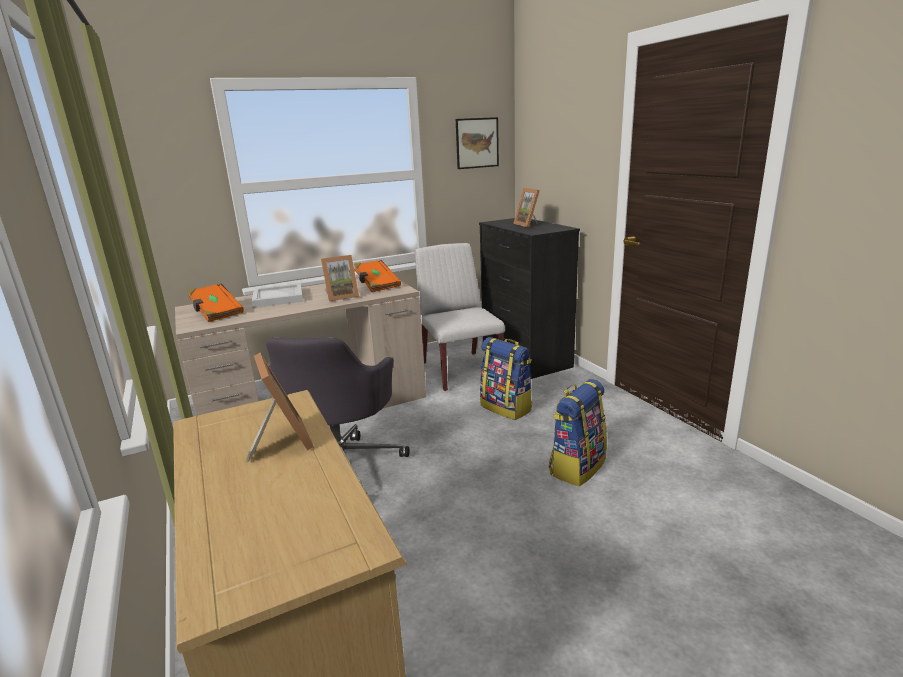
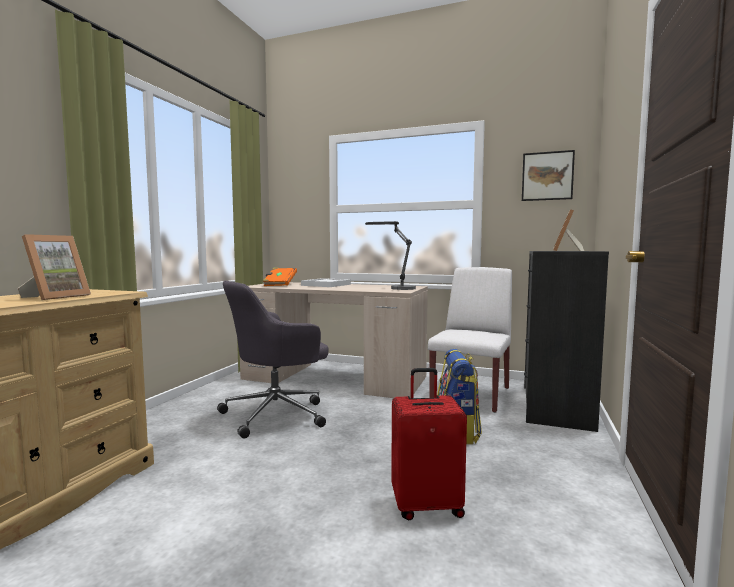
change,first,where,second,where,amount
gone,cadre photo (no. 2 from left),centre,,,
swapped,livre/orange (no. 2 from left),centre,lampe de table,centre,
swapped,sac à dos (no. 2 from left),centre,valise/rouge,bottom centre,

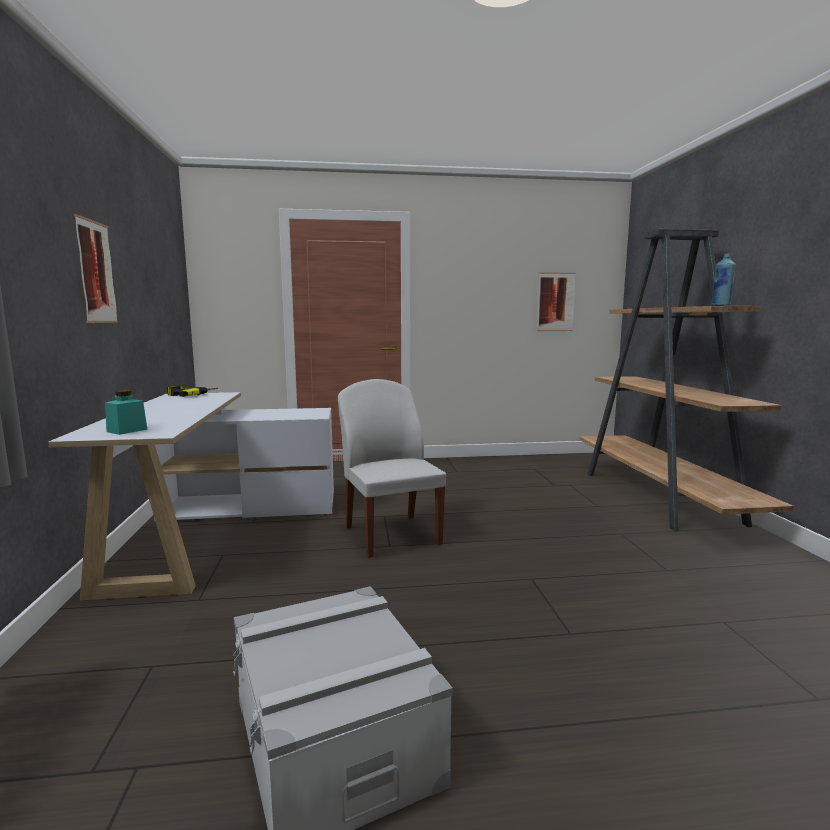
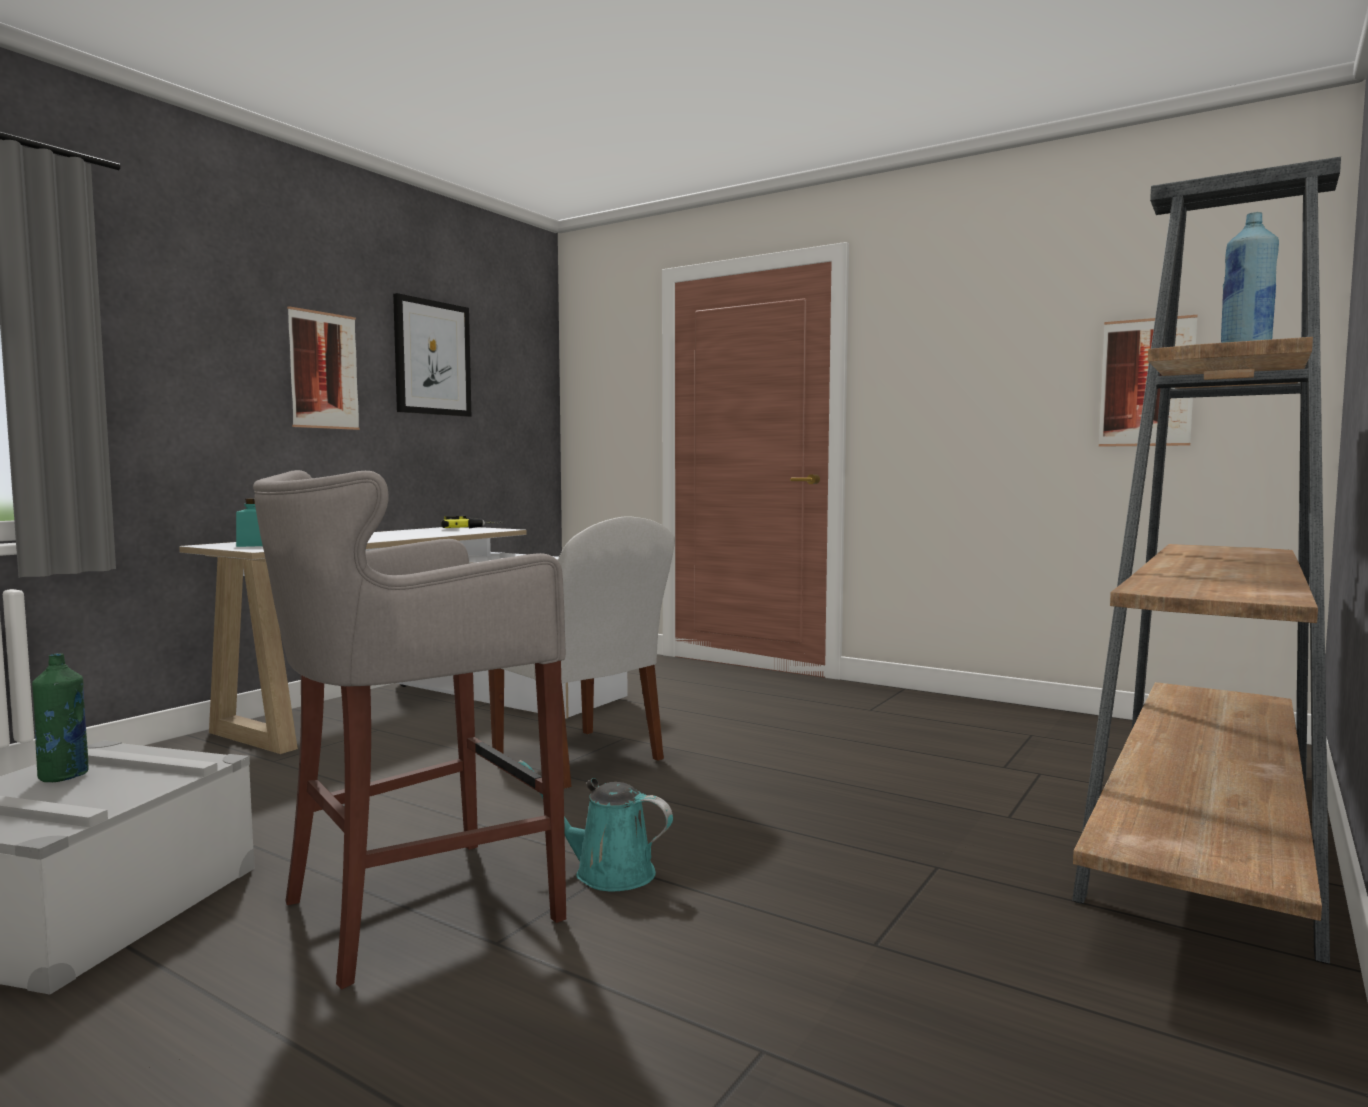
change,first,where,second,where,amount
rotated,chaise/blanc,centre,,centre,120 degrees clockwise
new,,,bouteille/vert,middle left,
new,,,tabouret/gris,middle left,
new,,,tableau (no. 2 from left),top left,
new,,,arrosoir/turquoise,bottom centre,

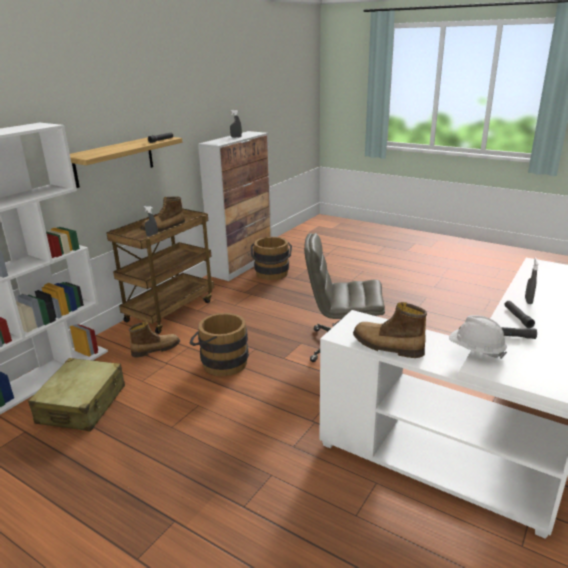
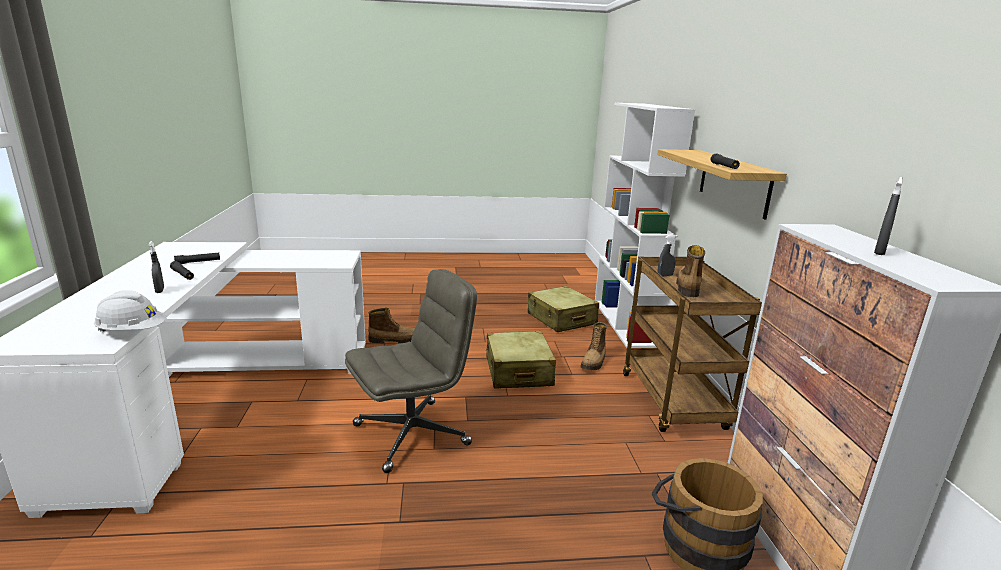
change,first,where,second,where,amount
swapped,seau/marron (no. 1 from left),centre,valise/beige (no. 1 from left),centre,
shifted,botte (no. 3 from left in the first image),middle right,botte (no. 1 from left),centre,
shifted,casque de chantier/blanc,middle right,,middle left,

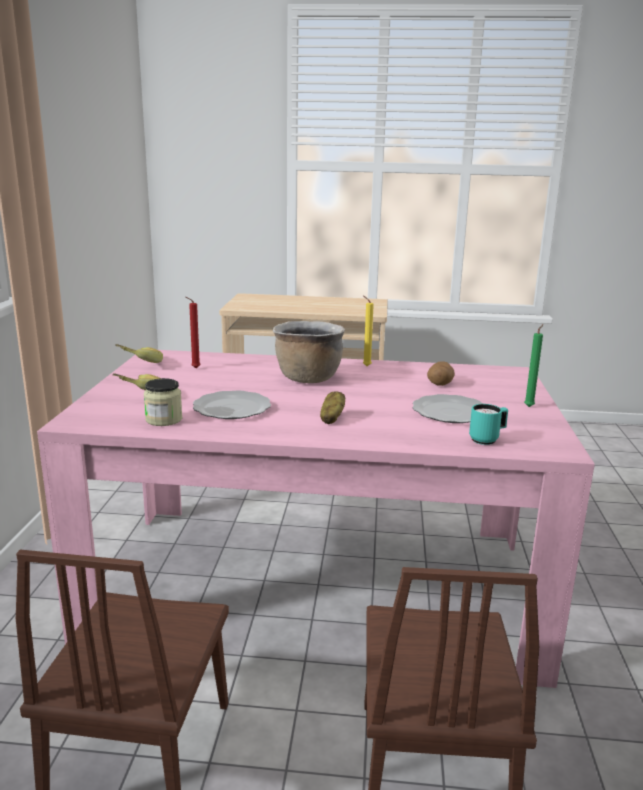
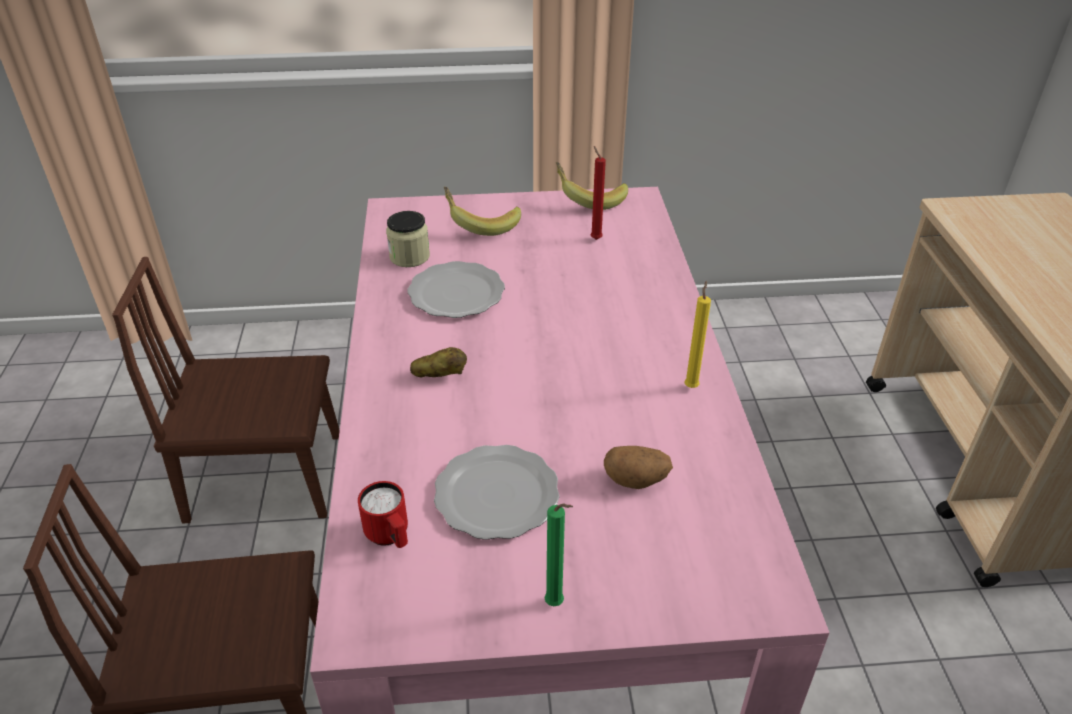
change,first,where,second,where,amount
gone,marmite/marron,centre,,,
repainted,mug/turquoise,middle right,mug/rouge,bottom centre,

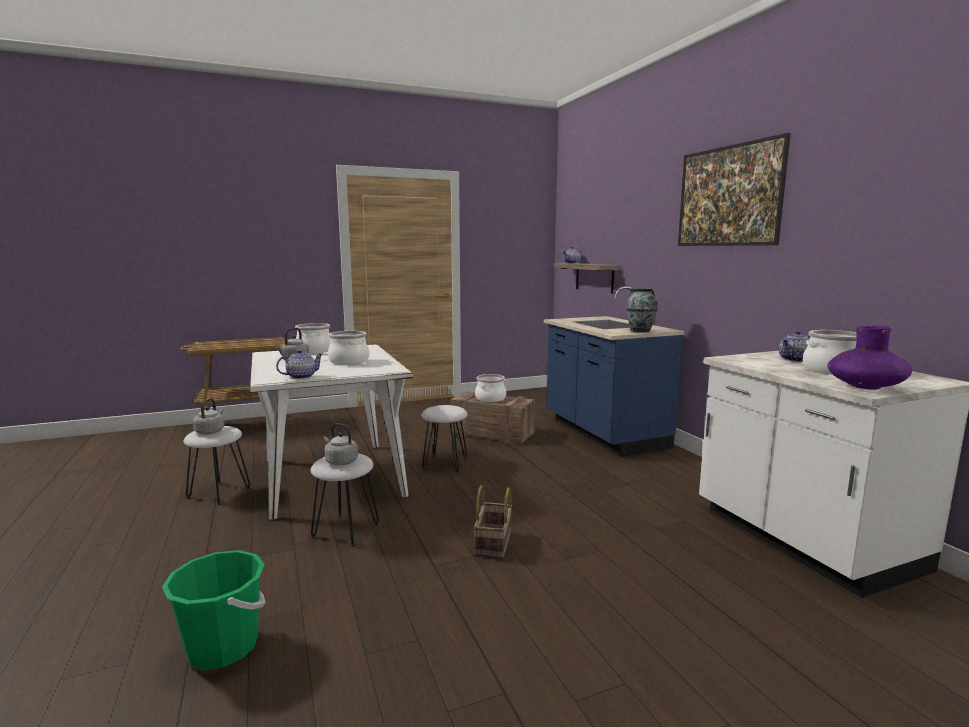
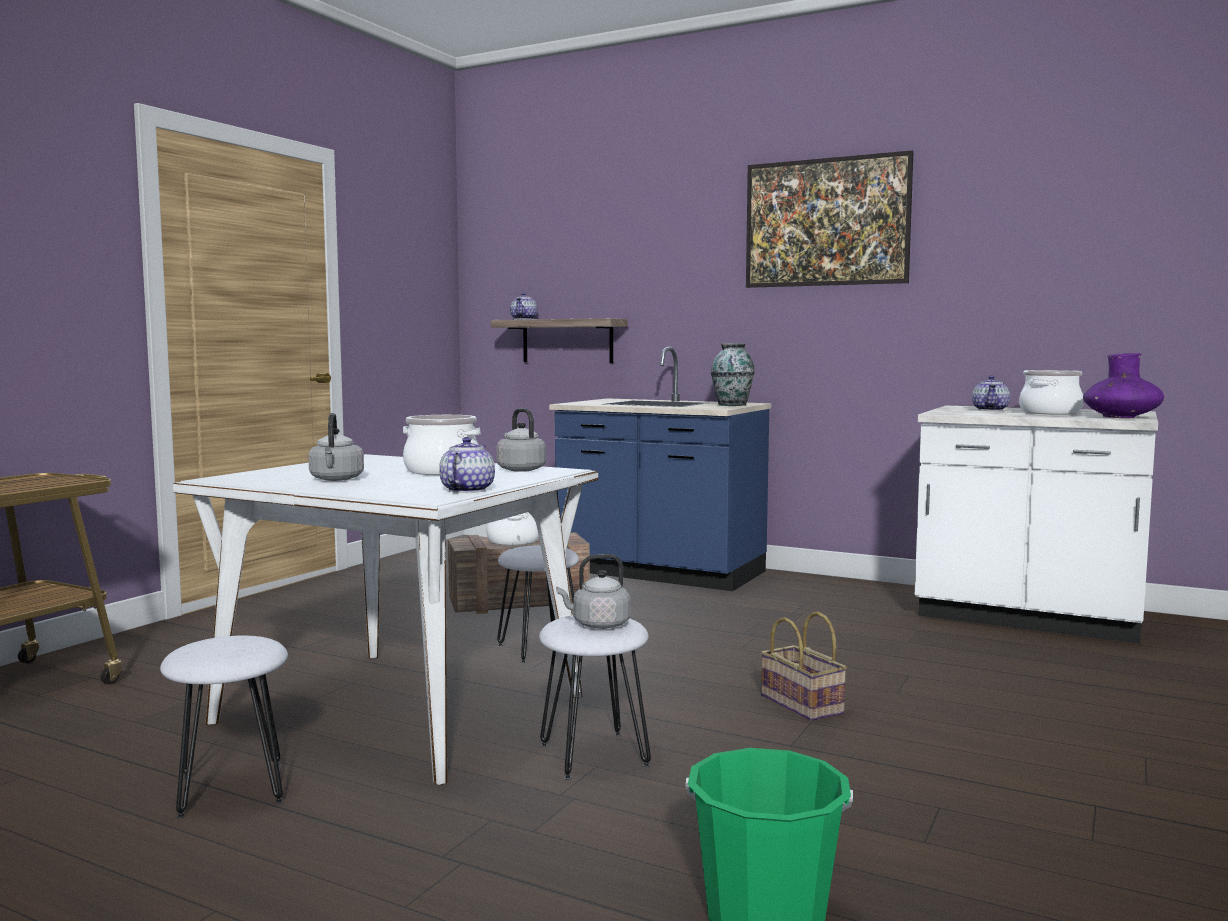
change,first,where,second,where,amount
shifted,bouilloire/gris (no. 1 from left in the first image),middle left,bouilloire/gris (no. 2 from left),centre,
gone,marmite (no. 1 from left),middle left,,,

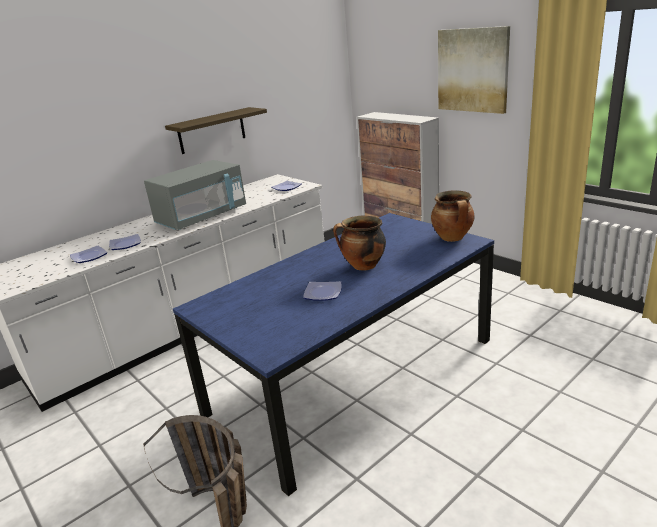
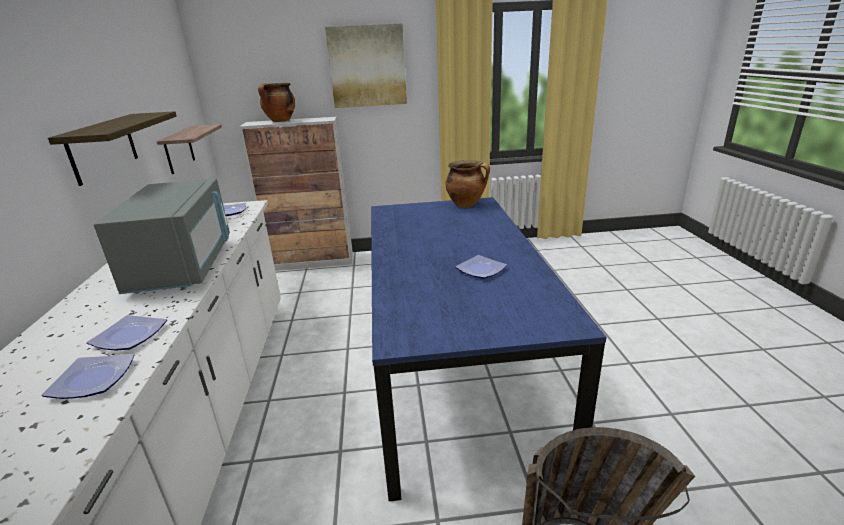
change,first,where,second,where,amount
shifted,marmite (no. 1 from left),centre,,top left,
new,,,étagère (no. 2 from left),top left,

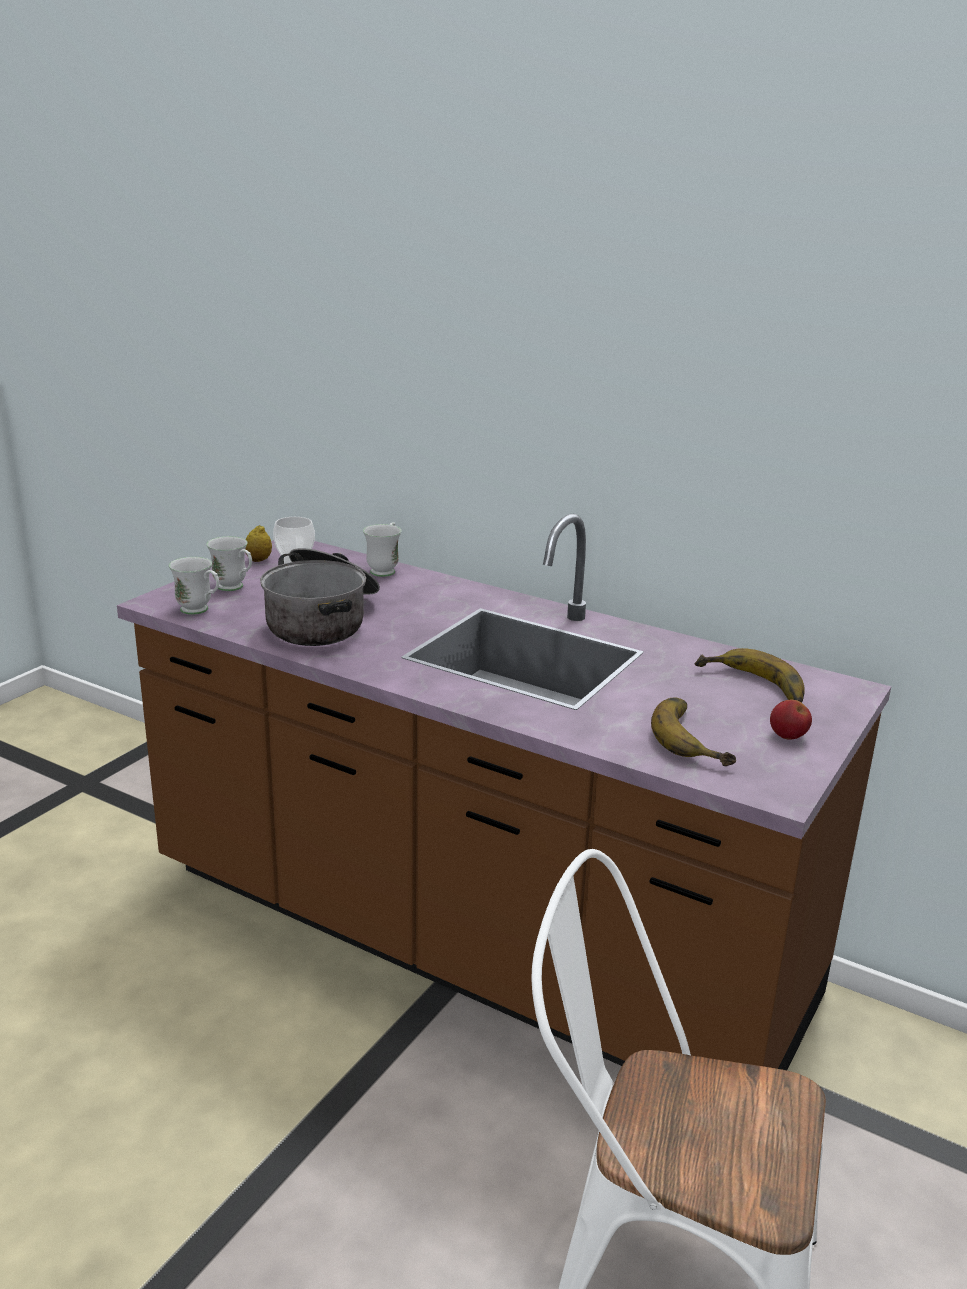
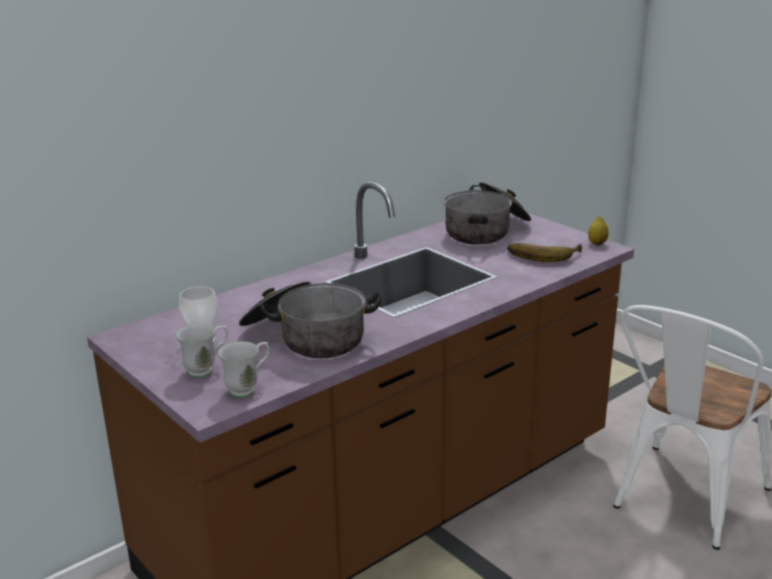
change,first,where,second,where,amount
shifted,citron,middle left,,middle right,
gone,mug/blanc (no. 3 from left),centre,,,
swapped,banane (no. 2 from left),middle right,marmite (no. 2 from left),centre,
gone,pomme,middle right,,,

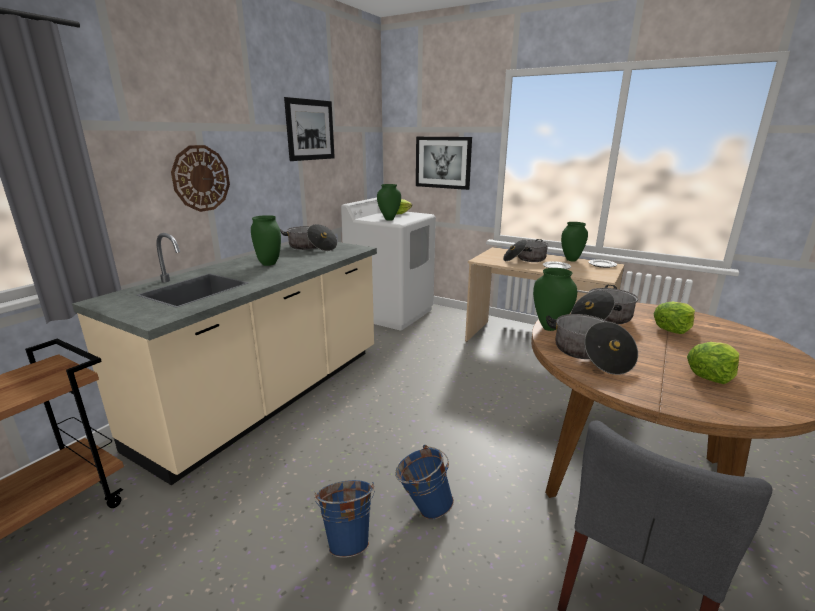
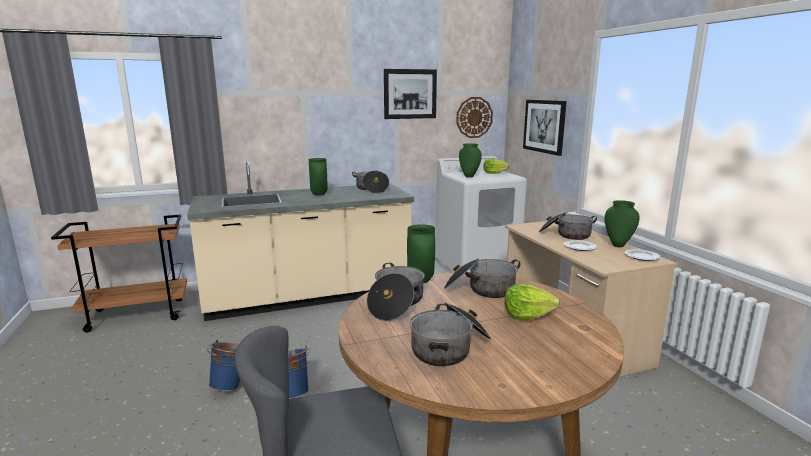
change,first,where,second,where,amount
shifted,horloge murale,top left,,top centre,
swapped,laitue (no. 3 from left),middle right,marmite (no. 3 from left),bottom centre,

